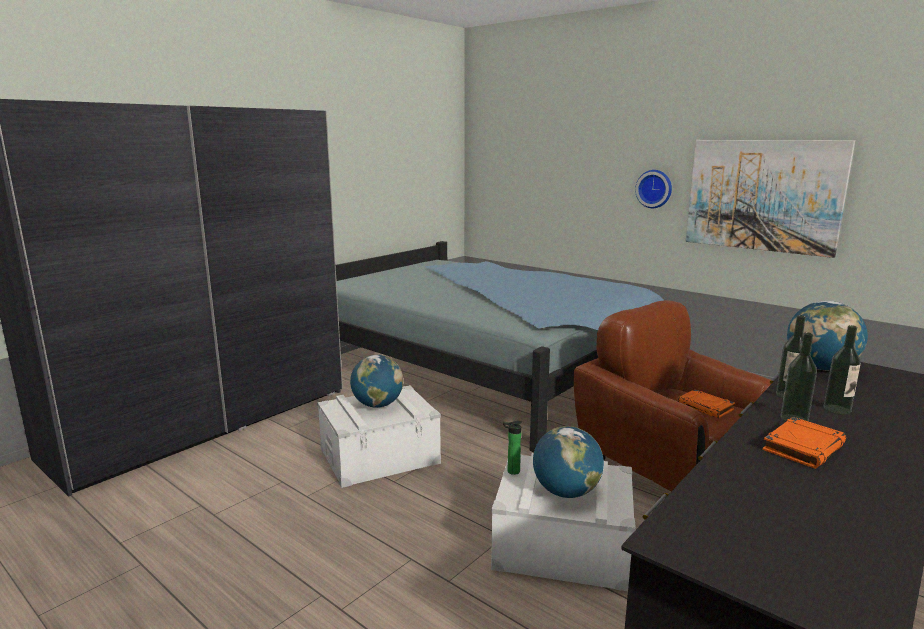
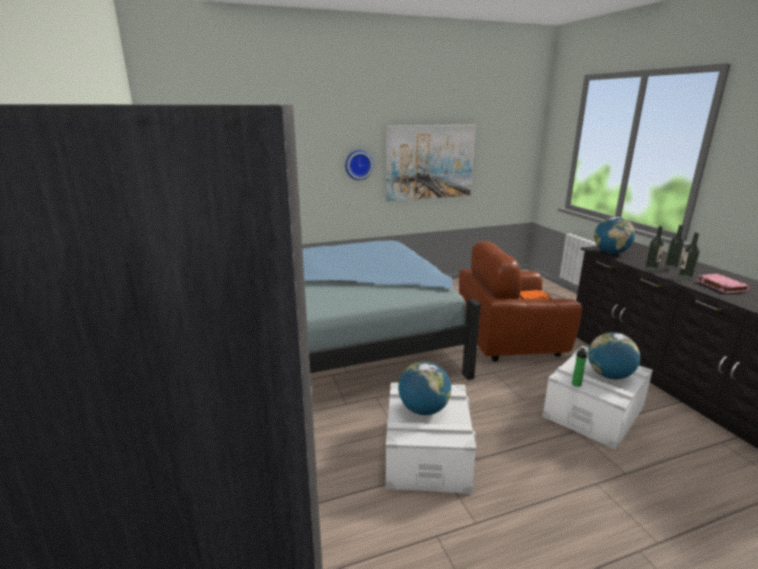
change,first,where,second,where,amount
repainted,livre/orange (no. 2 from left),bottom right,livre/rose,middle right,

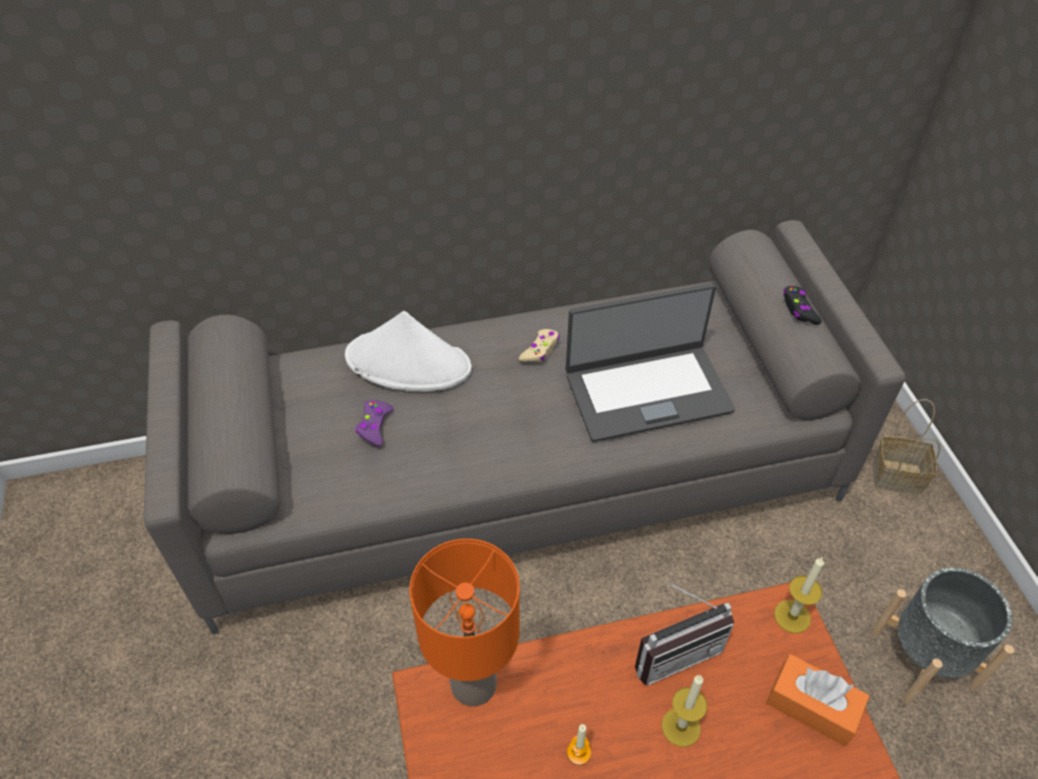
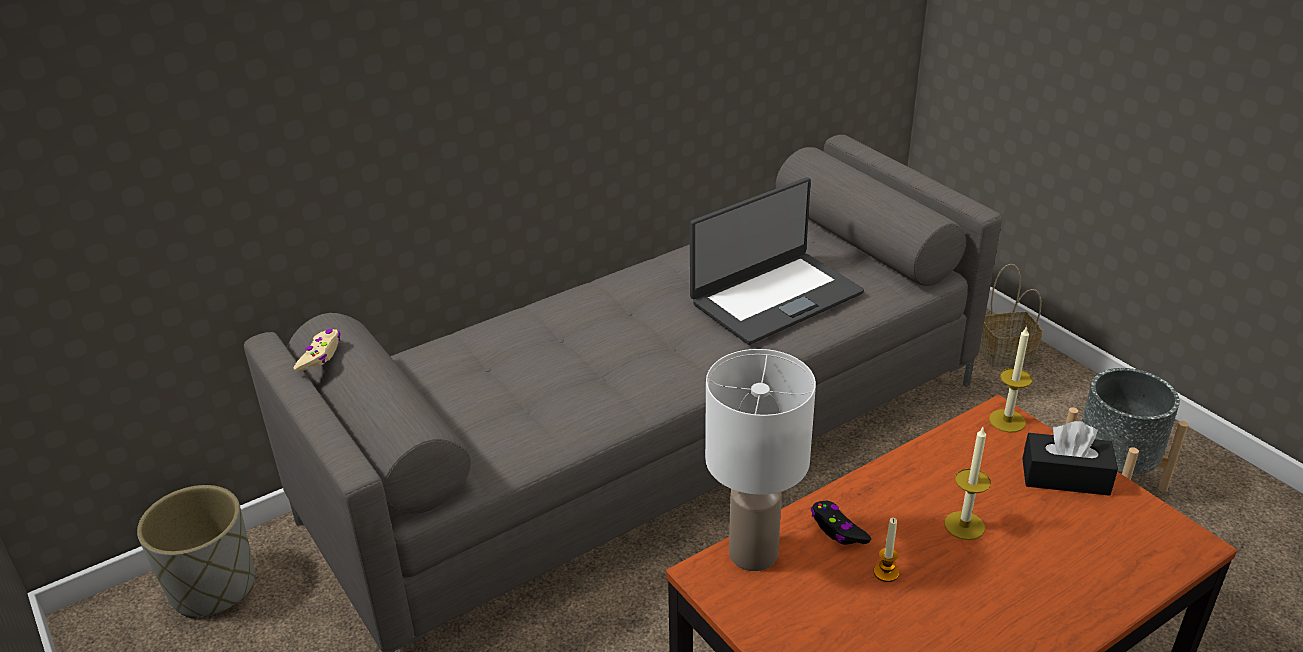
change,first,where,second,where,amount
gone,chapeau/blanc,centre,,,
gone,manette/violet,centre,,,
repainted,lampe de table/orange,bottom centre,lampe de table/blanc,bottom centre,
shifted,manette/beige,centre,,middle left,
gone,radio,bottom centre,,,
repainted,boîte à mouchoirs/orange,bottom right,boîte à mouchoirs/noir,bottom right,
shifted,manette/noir,middle right,,bottom centre,
new,,,cache-pot/gris (no. 1 from left),bottom left,

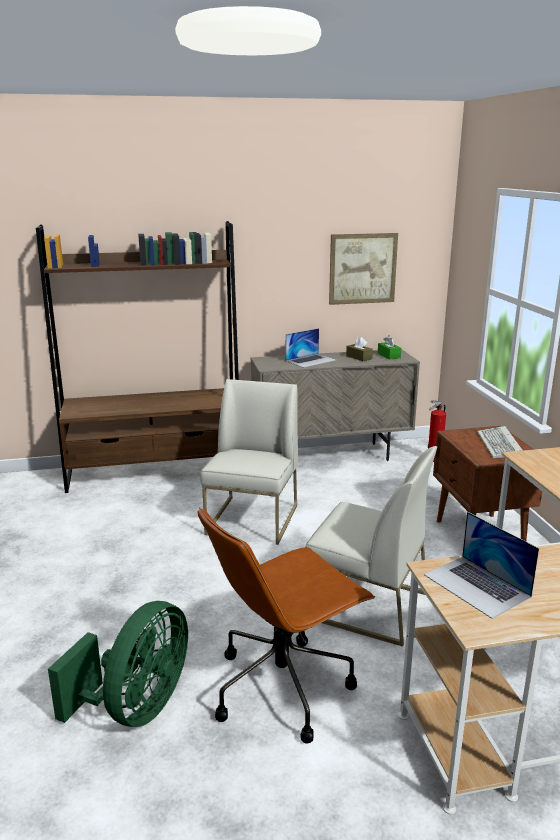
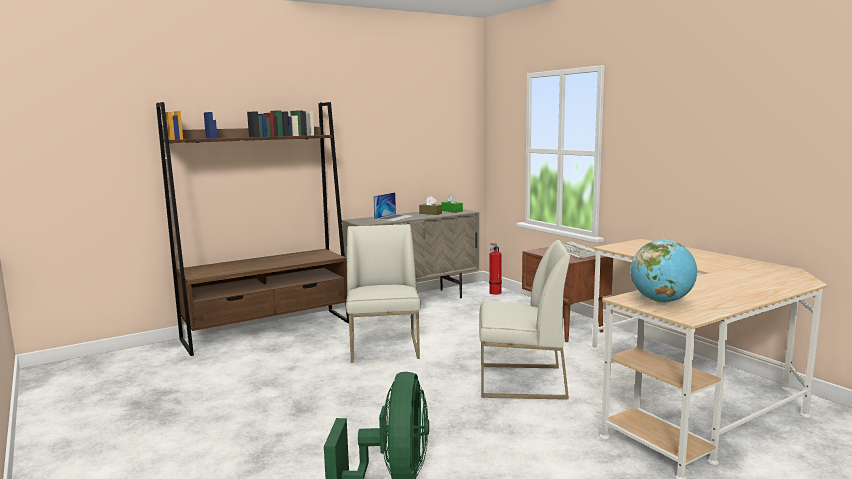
change,first,where,second,where,amount
gone,chaise de bureau/marron,bottom centre,,,
gone,tableau,top centre,,,
swapped,ordinateur portable (no. 2 from left),bottom right,globe,middle right,

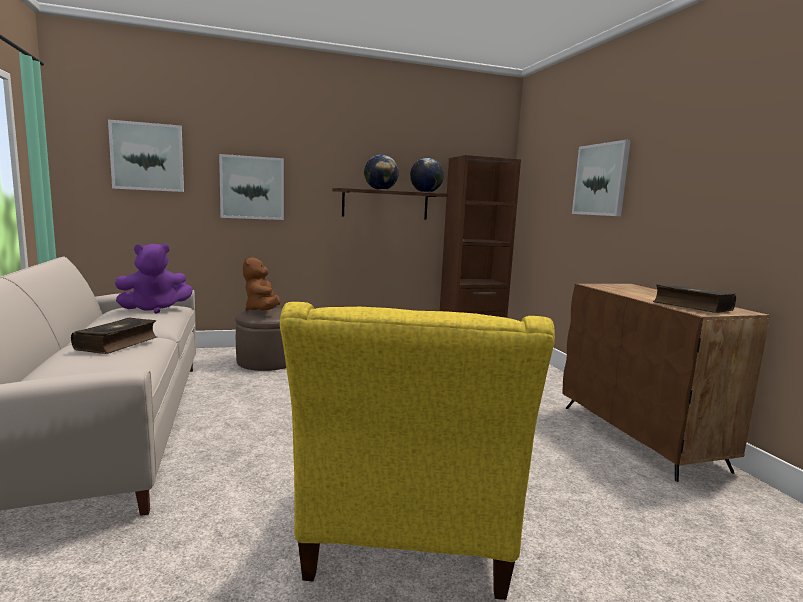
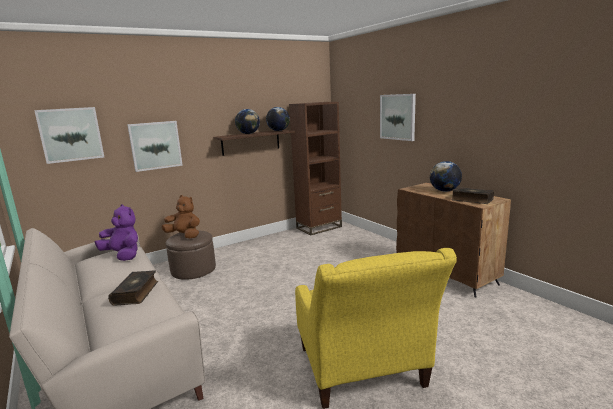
change,first,where,second,where,amount
rotated,peluche/violet,middle left,,middle left,105 degrees counterclockwise
rotated,peluche/marron,middle left,,middle left,135 degrees clockwise
new,,,globe (no. 3 from left),middle right,

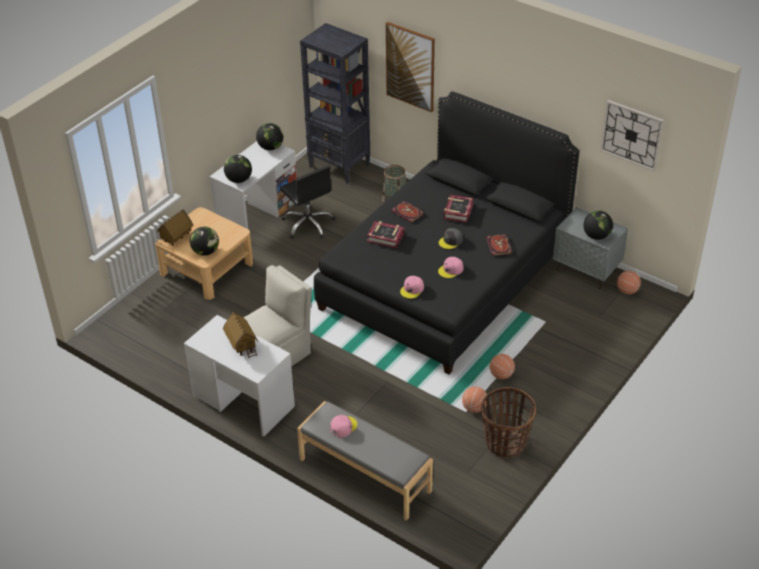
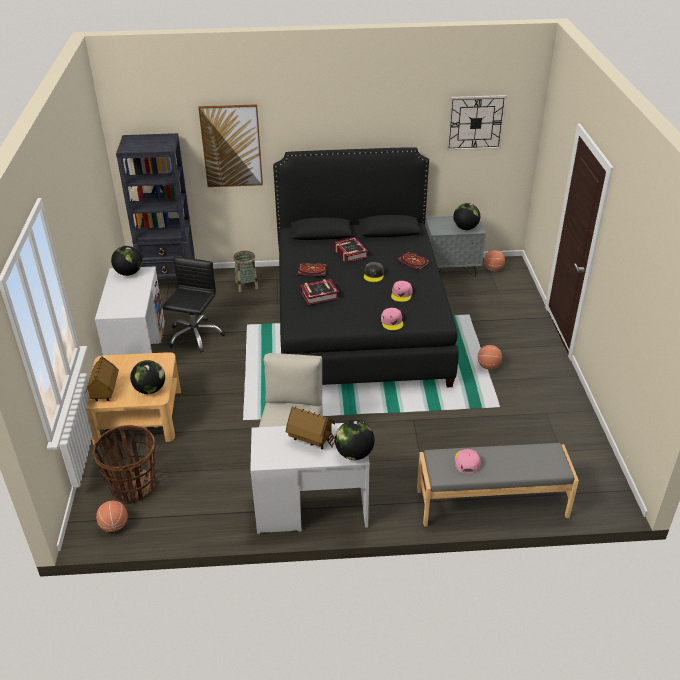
change,first,where,second,where,amount
shifted,globe (no. 2 from left in the first image),top left,globe (no. 3 from left),centre,
rotated,chaise de bureau/noir,centre,,middle left,90 degrees counterclockwise
shifted,ballon de basket (no. 1 from left),bottom centre,,bottom left,
shifted,panier (no. 2 from left in the first image),bottom right,panier (no. 1 from left),bottom left,

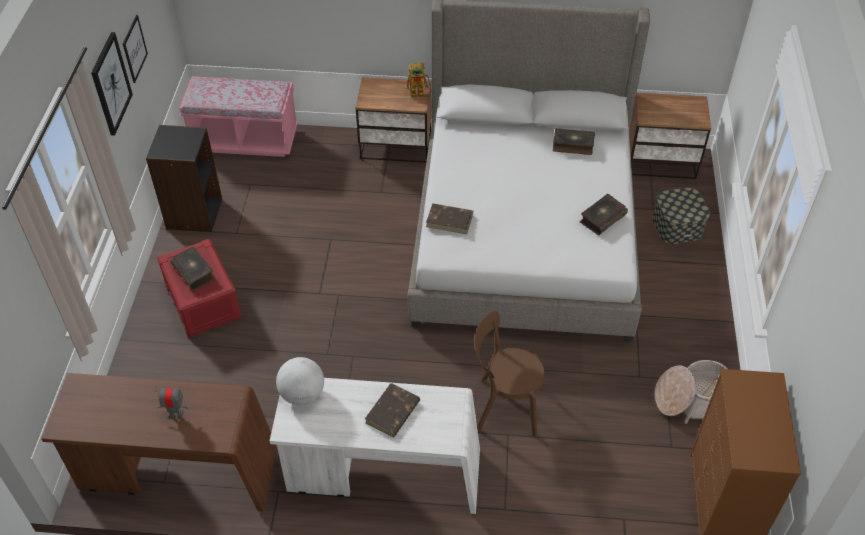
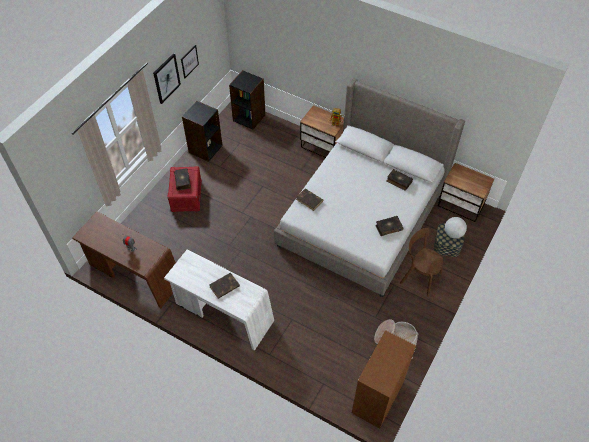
change,first,where,second,where,amount
swapped,banc/rose,top left,bibliothèque/noir (no. 2 from left),top centre,
shifted,globe,bottom centre,,middle right,
shifted,chaise/marron,bottom centre,,middle right,

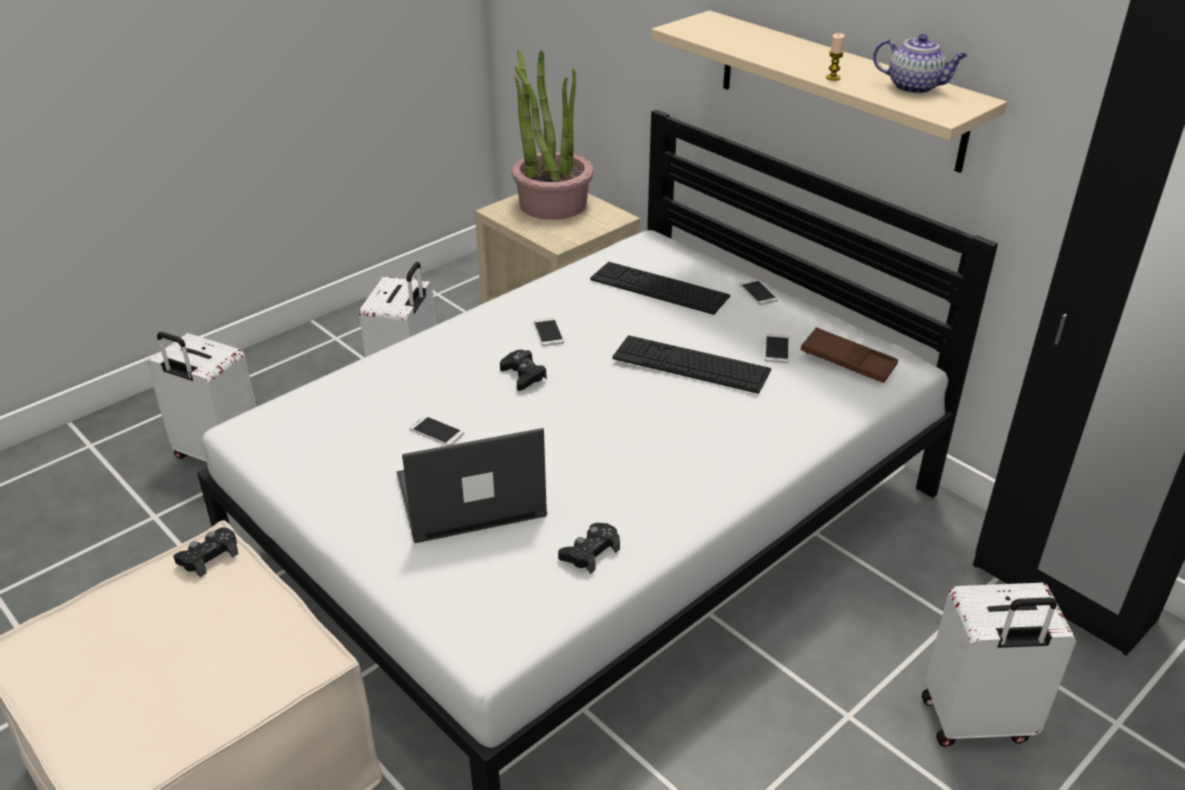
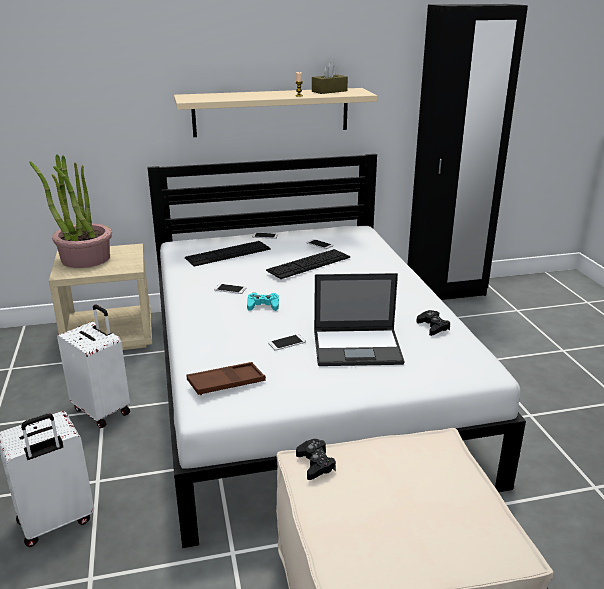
change,first,where,second,where,amount
rotated,ordinateur portable,centre,,centre,105 degrees counterclockwise
repainted,manette/noir (no. 2 from left),centre,manette/turquoise,centre,
shifted,plateau/marron,middle right,,centre,
swapped,théière,top right,boîte à mouchoirs/marron,top centre,
gone,valise/blanc (no. 3 from left),bottom right,,,

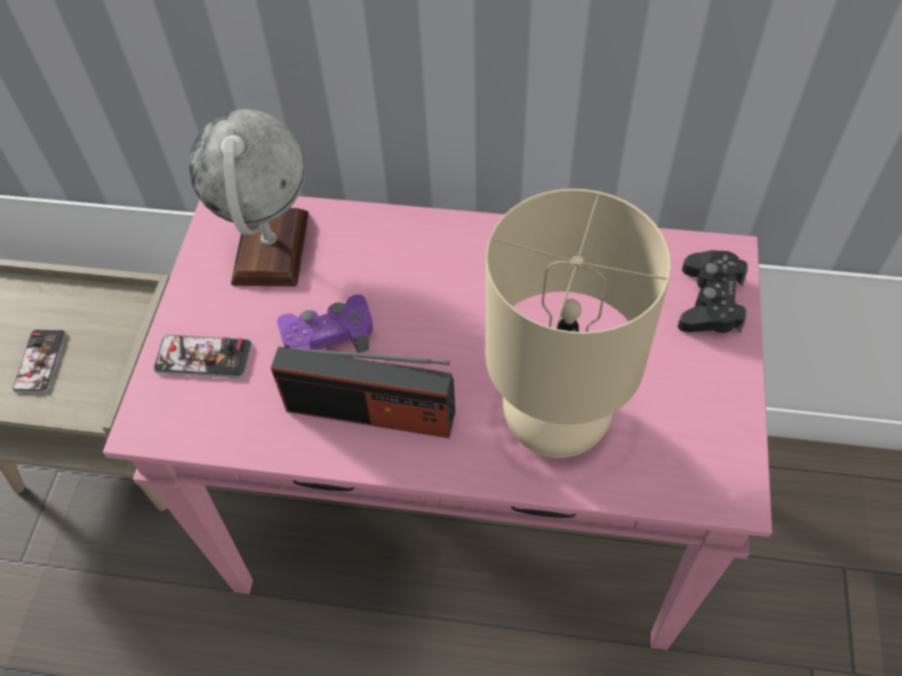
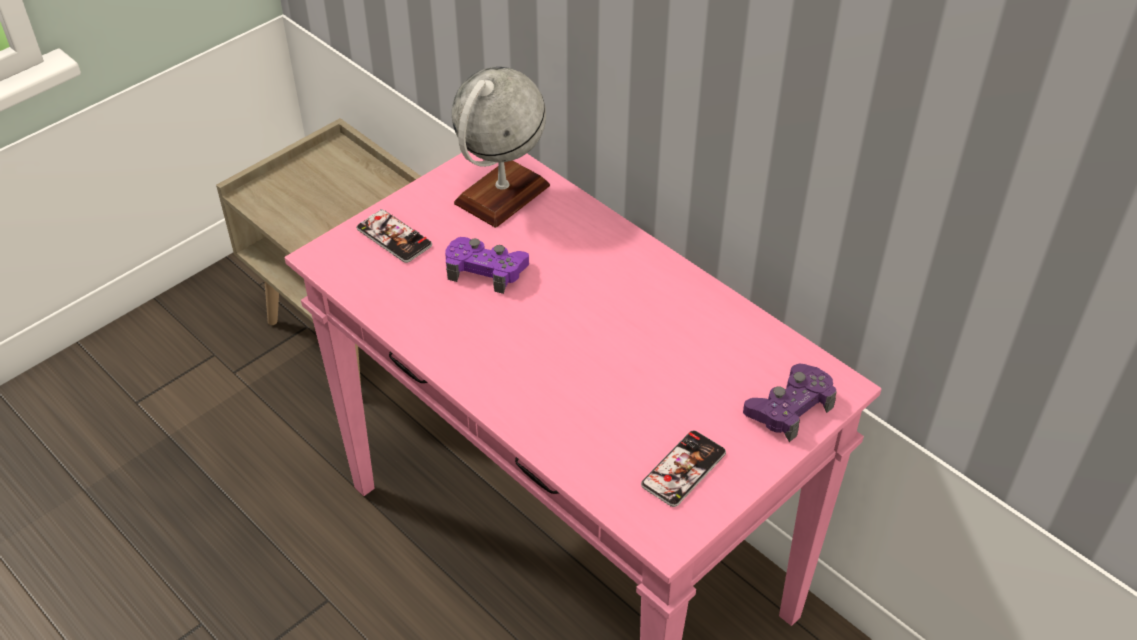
change,first,where,second,where,amount
shifted,téléphone (no. 1 from left in the first image),middle left,téléphone (no. 2 from left),bottom centre,
gone,radio,centre,,,
gone,lampe de table/beige,centre,,,
repainted,manette/noir,middle right,manette/violet (no. 2 from left),middle right,

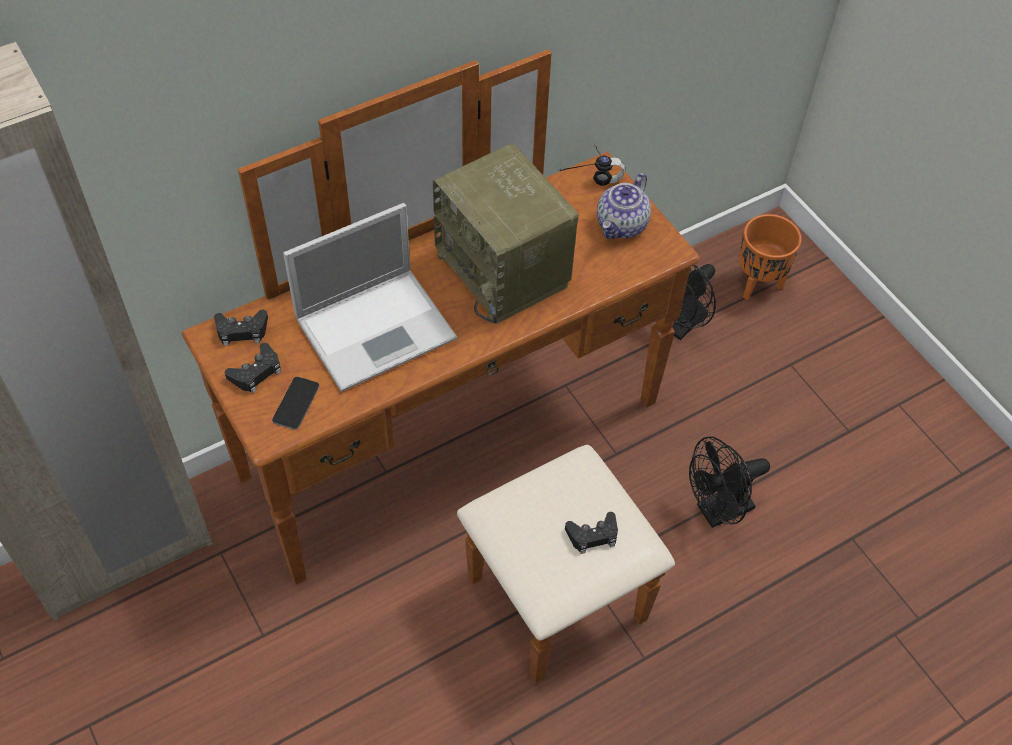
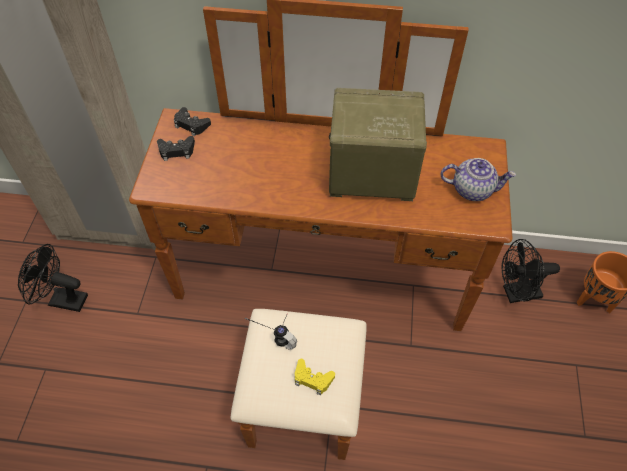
change,first,where,second,where,amount
gone,téléphone,middle left,,,
gone,ordinateur portable,centre,,,
rotated,radio,top centre,,top centre,90 degrees clockwise
shifted,casque audio,top centre,,bottom centre,
repainted,manette/noir (no. 3 from left),bottom centre,manette/jaune,bottom centre,
rotated,théière,top centre,,middle right,150 degrees counterclockwise
shifted,ventilateur/noir (no. 2 from left in the first image),middle right,ventilateur/noir (no. 1 from left),middle left,

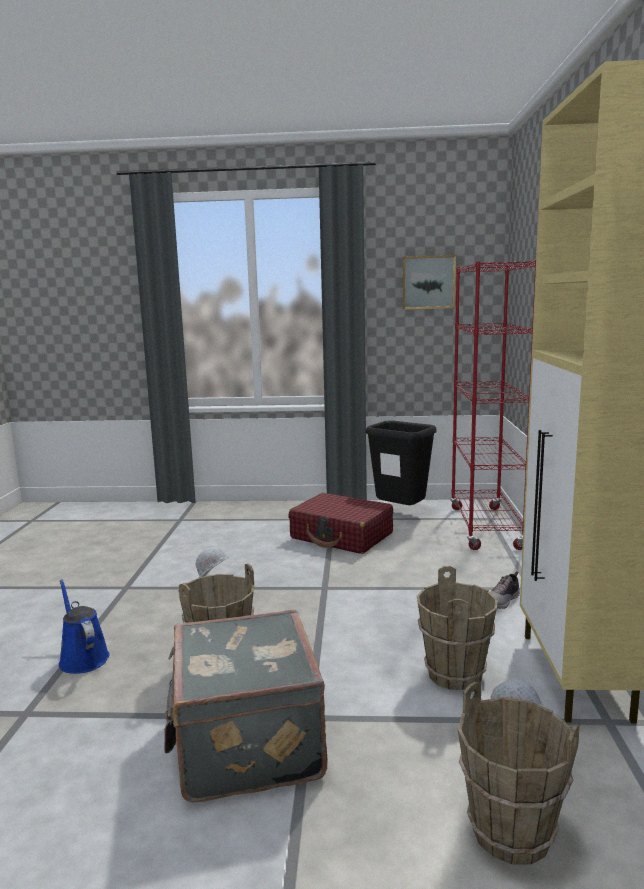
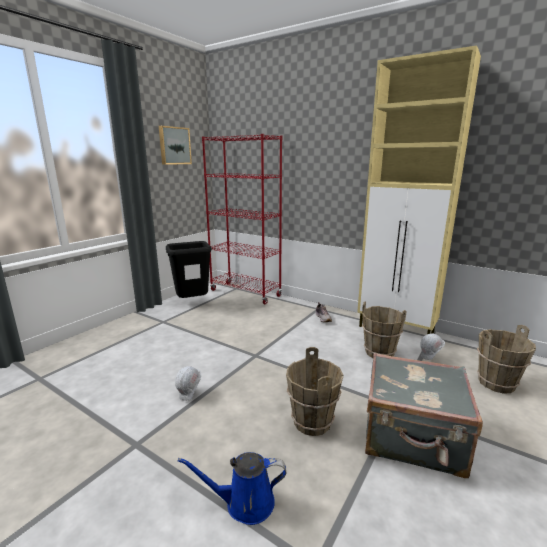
change,first,where,second,where,amount
gone,valise/rouge,centre,,,

